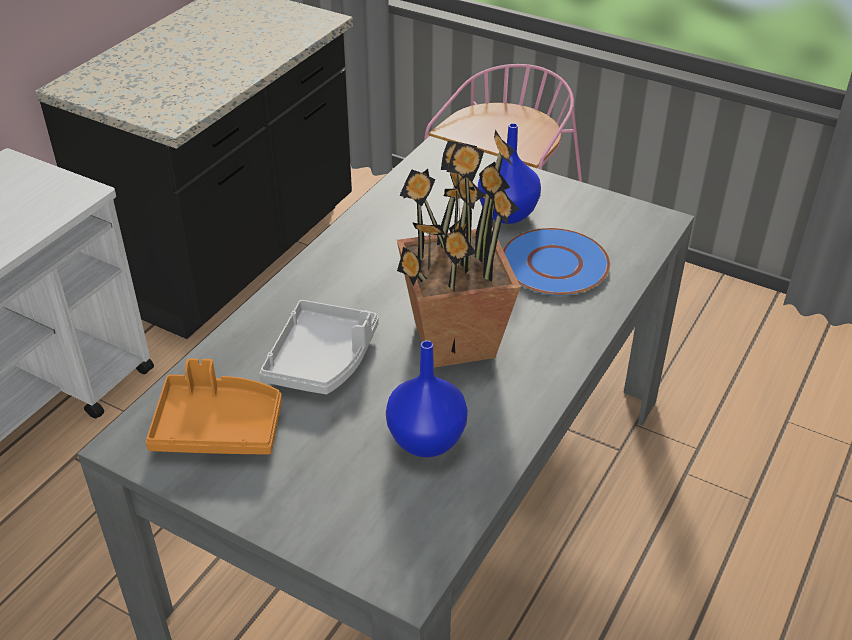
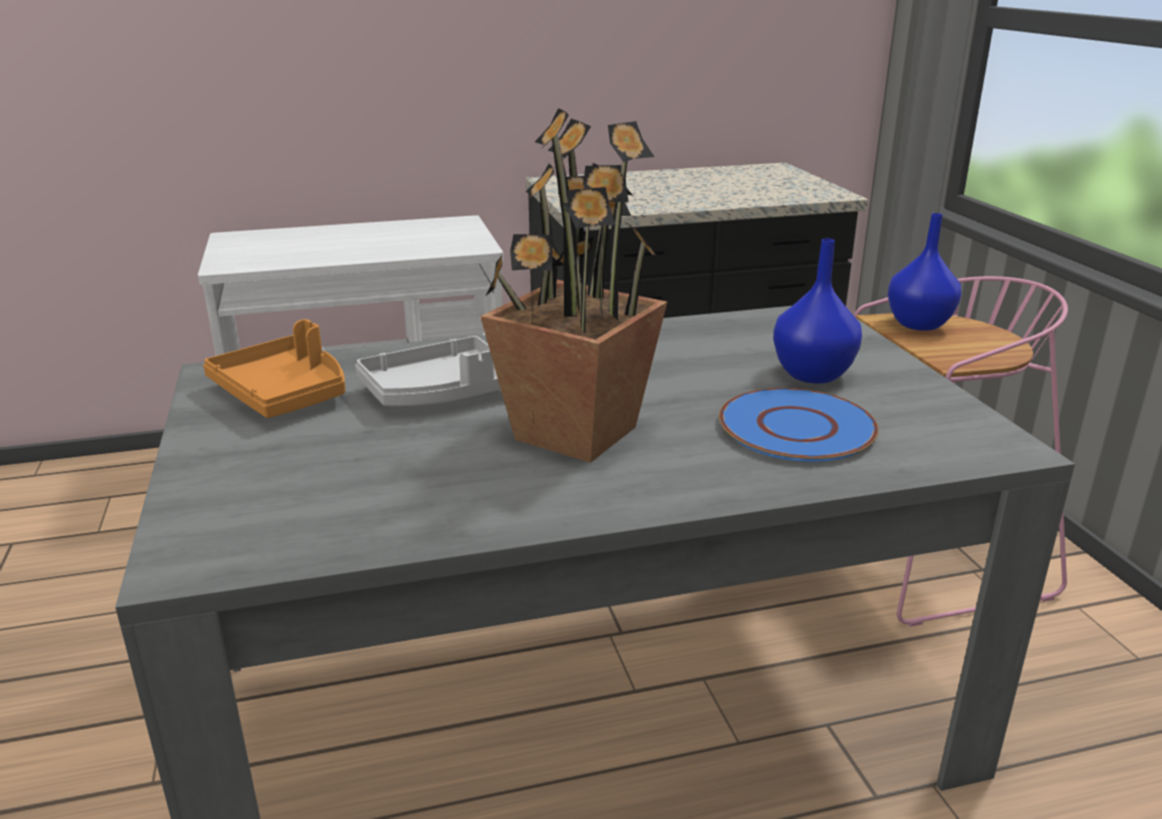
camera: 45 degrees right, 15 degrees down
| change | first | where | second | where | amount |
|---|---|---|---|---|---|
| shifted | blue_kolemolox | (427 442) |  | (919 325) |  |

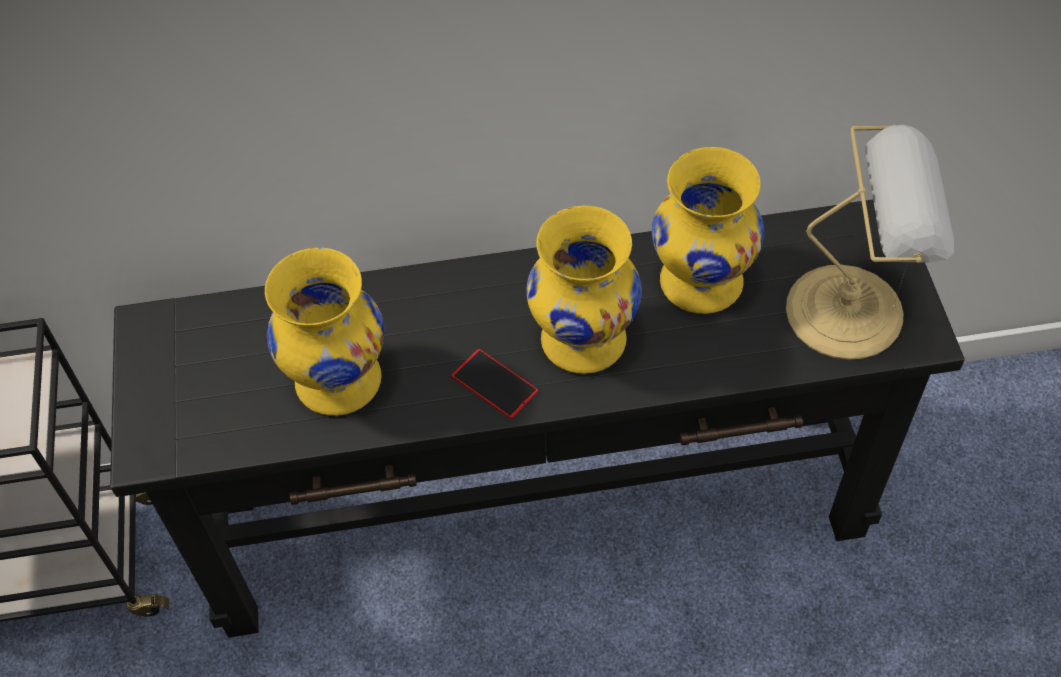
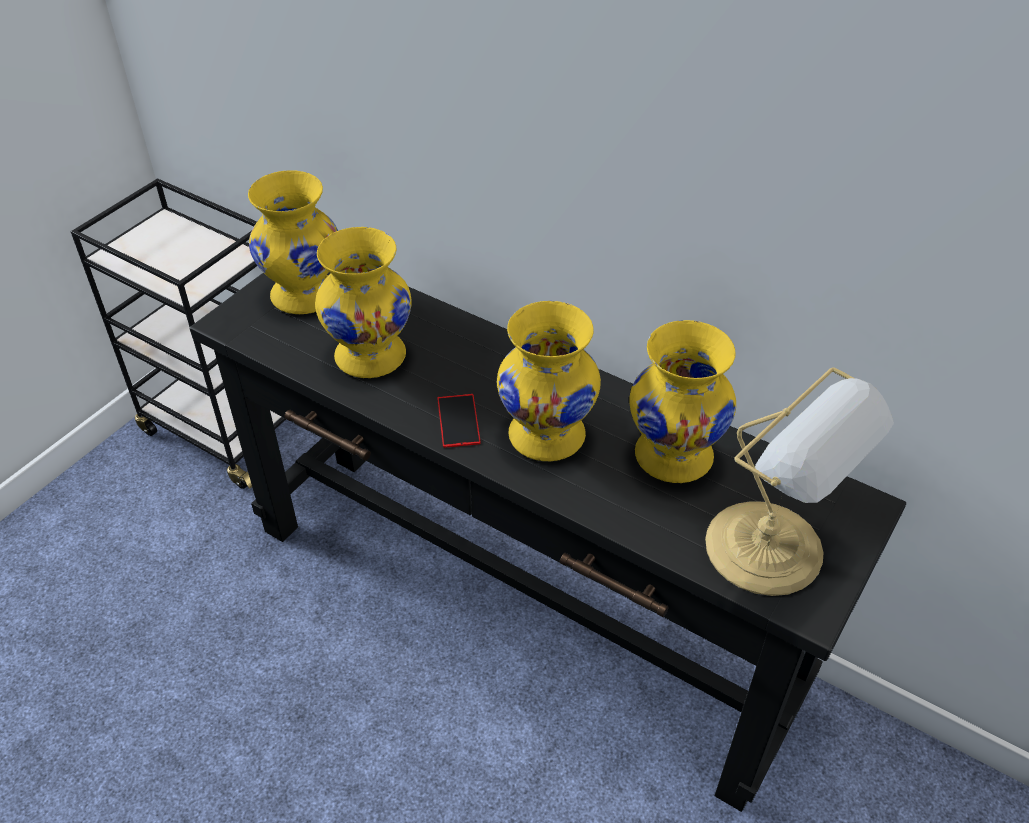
camera: 40 degrees right, 10 degrees down
| change | first | where | second | where | amount |
|---|---|---|---|---|---|
| new |  |  | yellow_kolemolox | (303 294) |  |

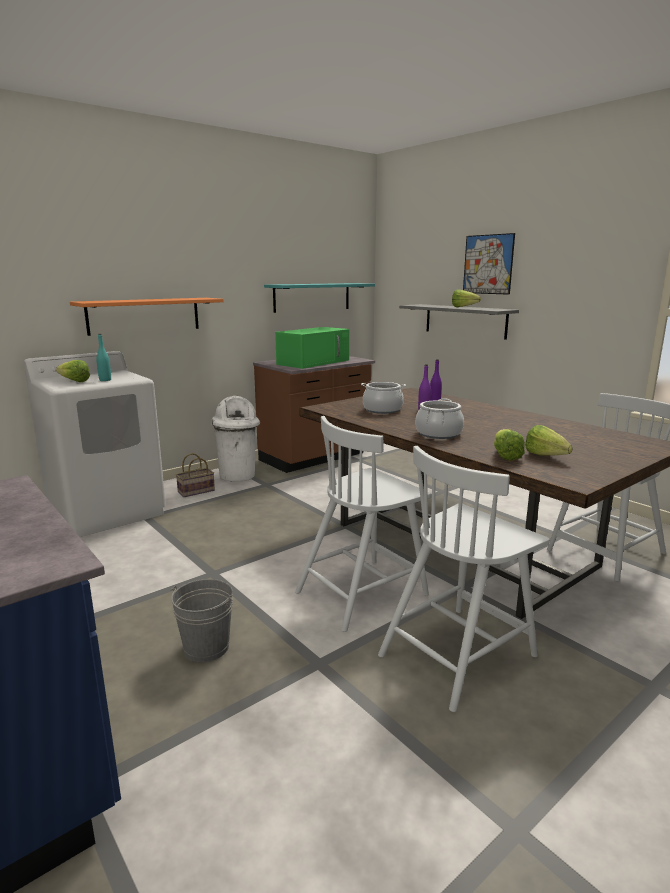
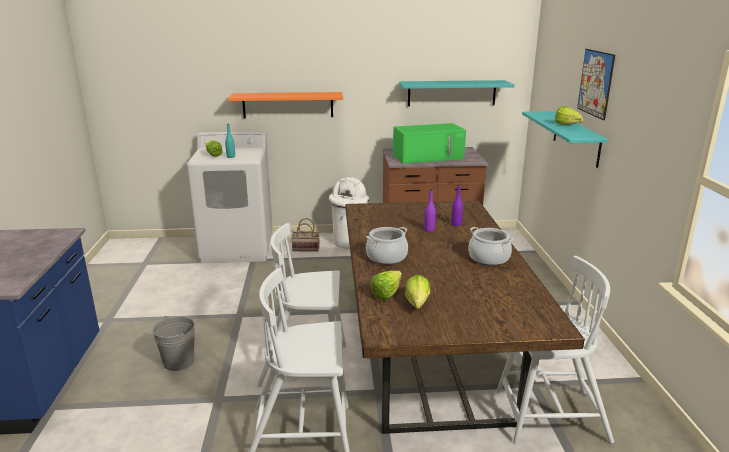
camera: 35 degrees right, 5 degrees up
| change | first | where | second | where | amount |
|---|---|---|---|---|---|
| shifted | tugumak | (382 410) |  | (489 258) |  |
| repainted | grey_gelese | (465 321) | turquoise_gelese | (576 138) |  |

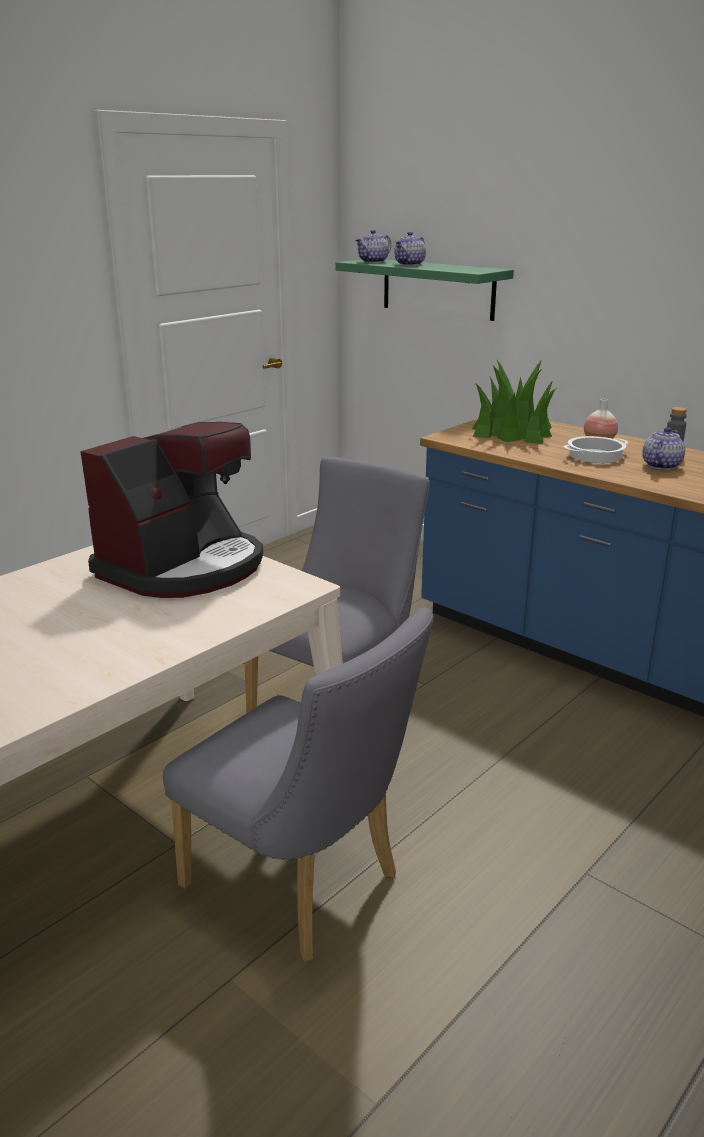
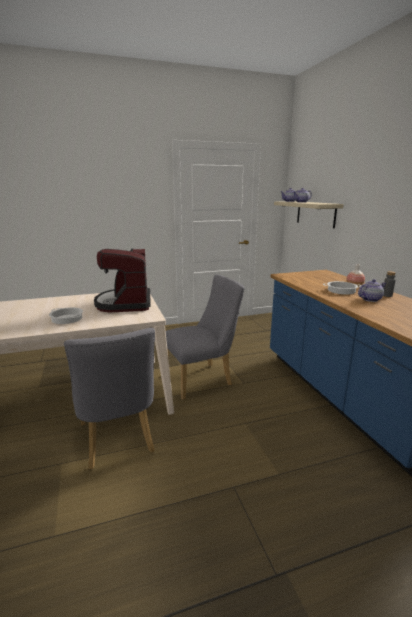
camera: 30 degrees right, 5 degrees down
| change | first | where | second | where | amount |
|---|---|---|---|---|---|
| rotated | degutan | (184 567) |  | (125 303) | 105 degrees clockwise |
| repainted | green_gelese | (438 289) | beige_gelese | (315 213) |  |
| gone | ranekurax | (512 432) |  |  |  |
| new |  |  | tugumak | (67 318) |  |

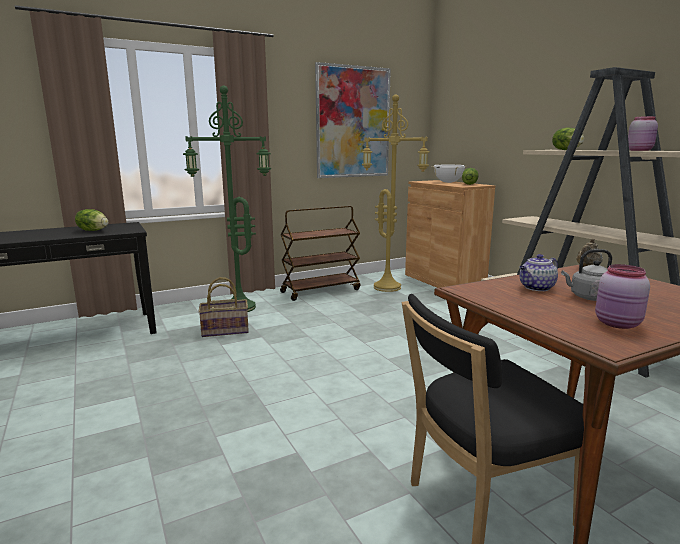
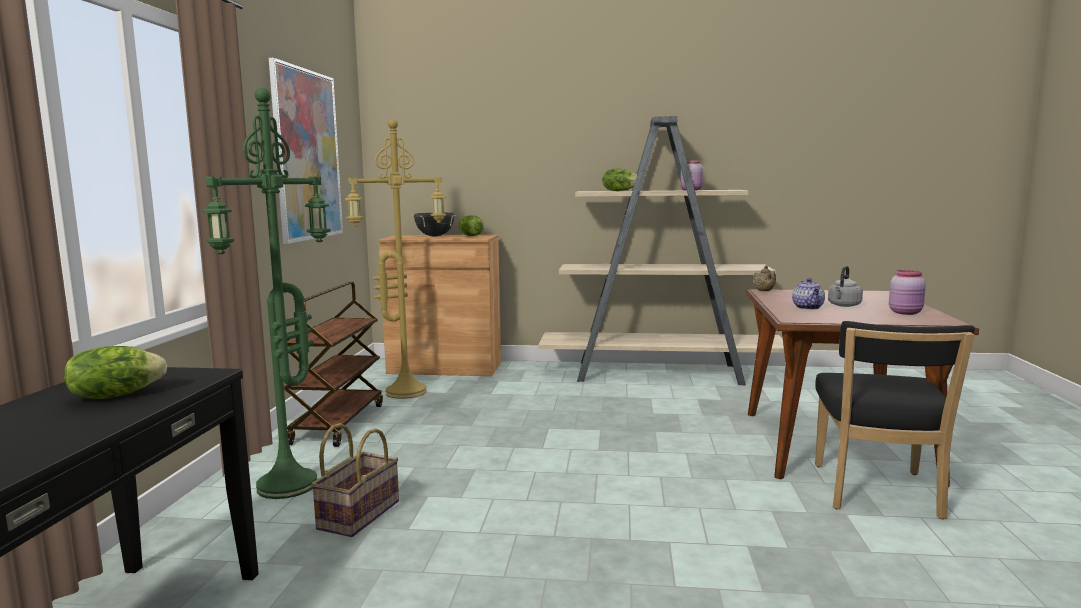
camera: 55 degrees left, 5 degrees down
| change | first | where | second | where | amount |
|---|---|---|---|---|---|
| repainted | white_tugumak | (448 182) | black_tugumak | (435 236) |  |

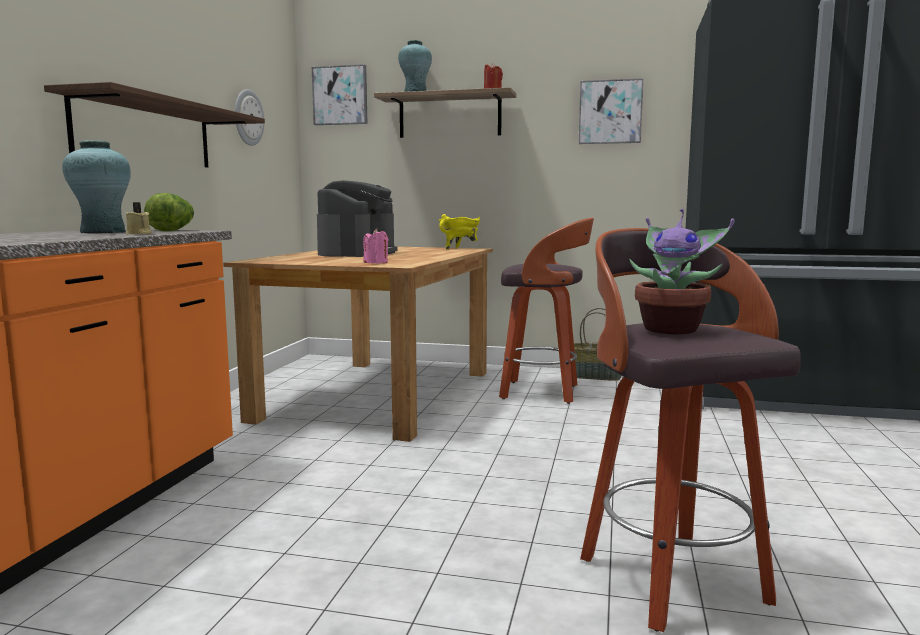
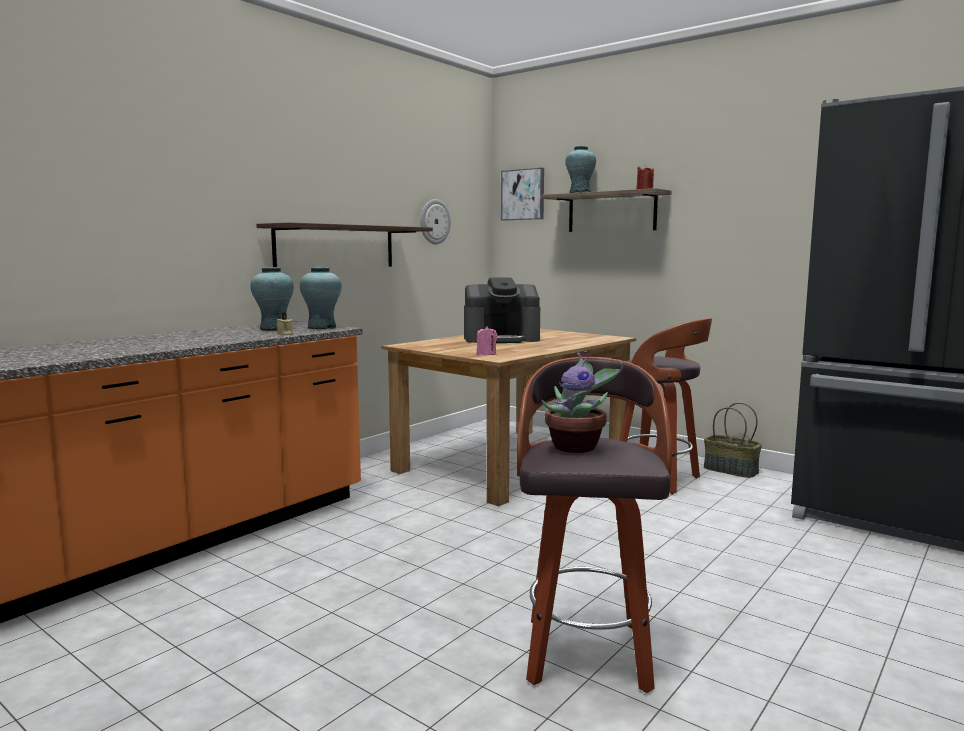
camera: 25 degrees right, 0 degrees up
| change | first | where | second | where | amount |
|---|---|---|---|---|---|
| swapped | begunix | (173 230) | turquoise_kolemolox | (322 327) |  |
| rotated | degutan | (357 253) |  | (501 339) | 45 degrees clockwise |
| gone | yellow_tugumak | (460 248) |  |  |  |
| gone | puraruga | (610 112) |  |  |  |

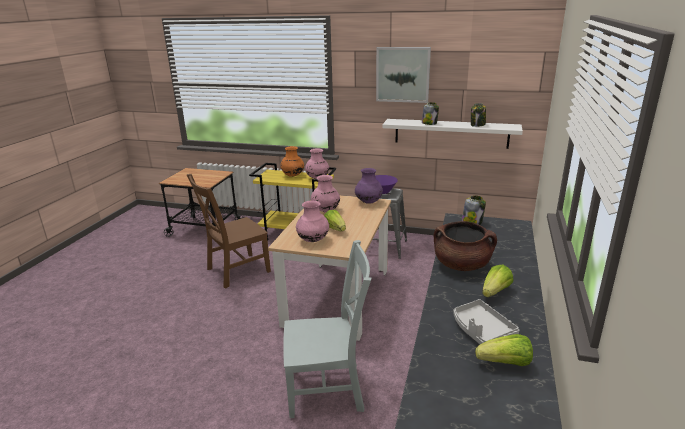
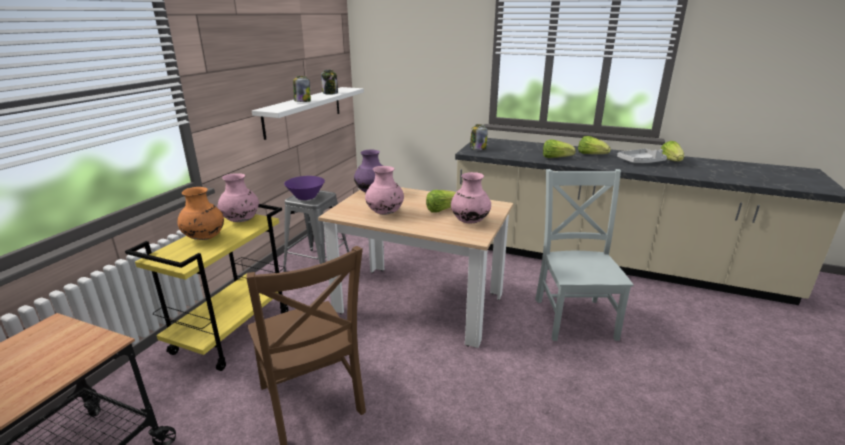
camera: 85 degrees left, 0 degrees up
| change | first | where | second | where | amount |
|---|---|---|---|---|---|
| gone | puraruga | (402 74) |  |  |  |
| swapped | brown_tugumak | (462 265) | begunix | (555 158) |  |

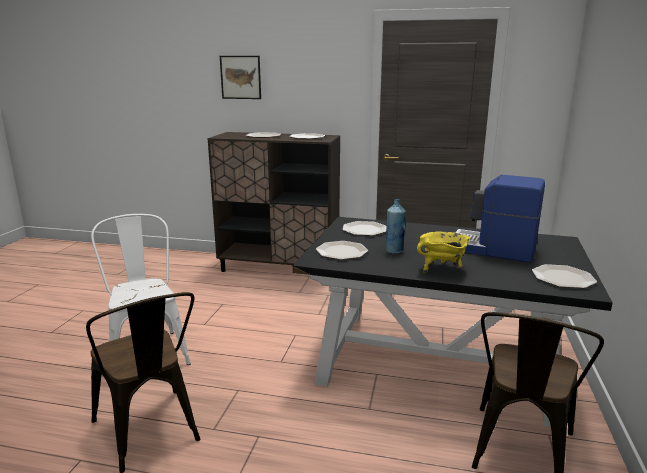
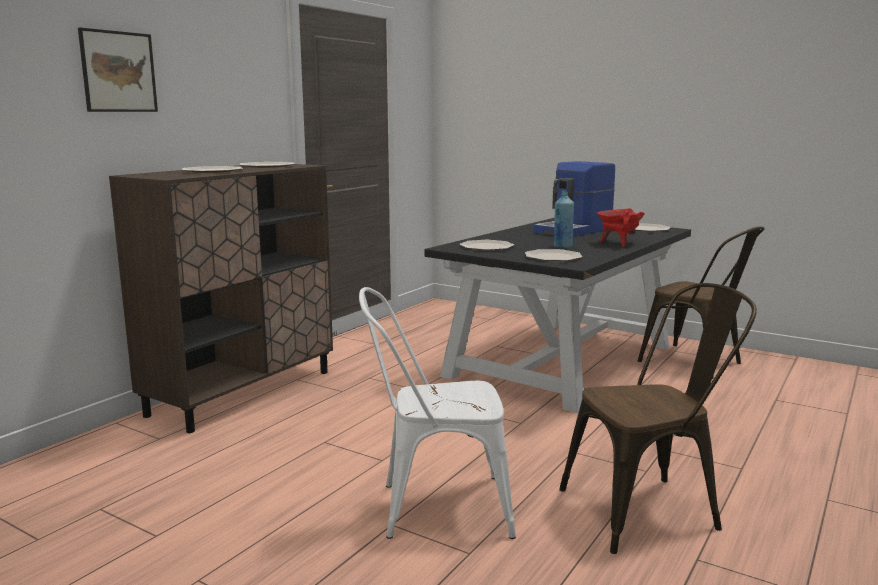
camera: 70 degrees left, 5 degrees down
| change | first | where | second | where | amount |
|---|---|---|---|---|---|
| repainted | yellow_tugumak | (442 270) | red_tugumak | (618 243) |  |

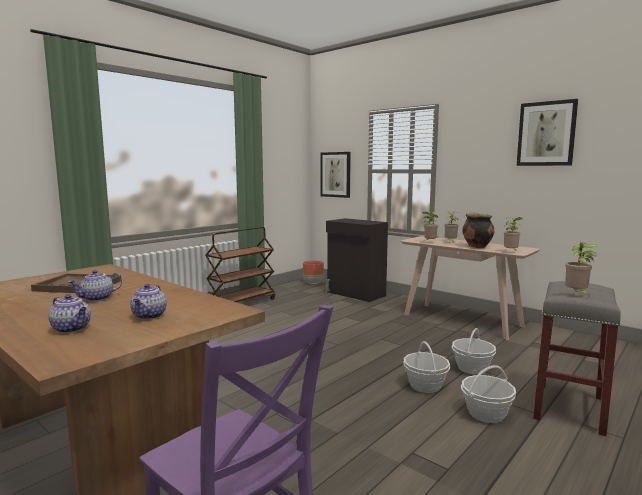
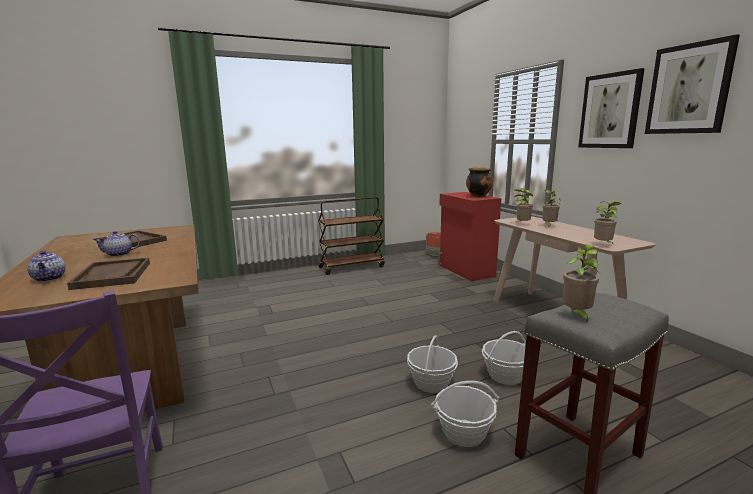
camera: 25 degrees right, 5 degrees up
| change | first | where | second | where | amount |
|---|---|---|---|---|---|
| swapped | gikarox | (149 316) | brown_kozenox | (113 275) |  |
| shifted | puraruga | (335 174) |  | (610 111) |  |
| repainted | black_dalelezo | (355 294) | red_dalelezo | (466 271) |  |
| shifted | tugumak | (476 246) |  | (478 196) |  |

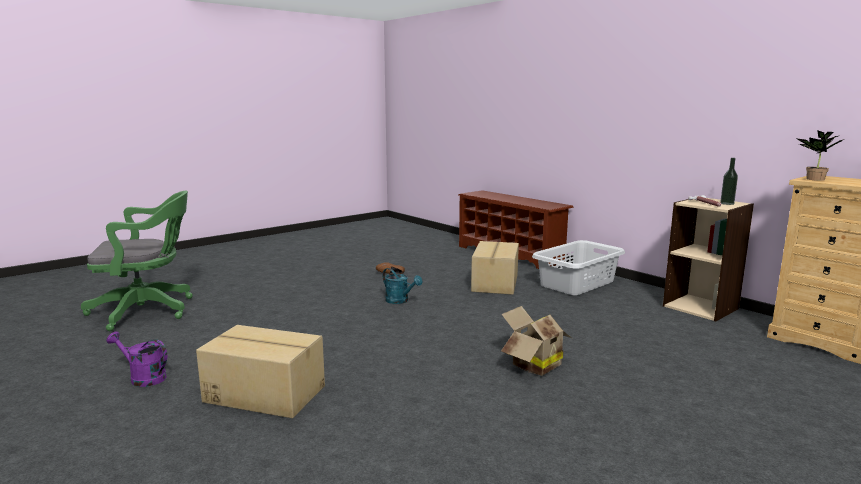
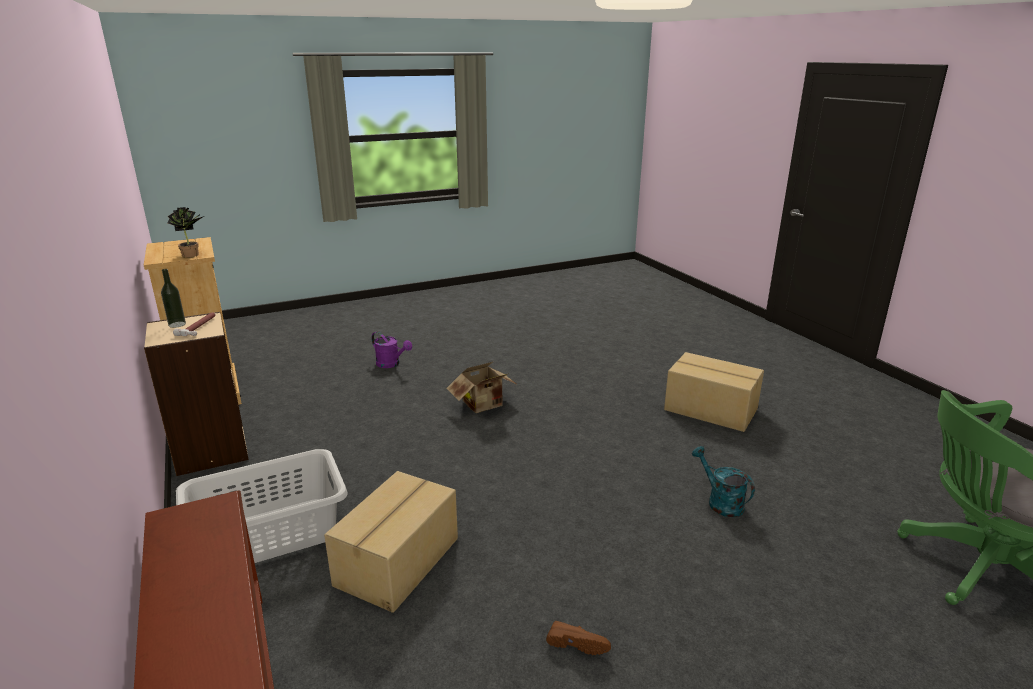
camera: 165 degrees left, 10 degrees up
| change | first | where | second | where | amount |
|---|---|---|---|---|---|
| shifted | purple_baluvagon | (143 378) |  | (391 364) |  |
| shifted | turquoise_baluvagon | (400 301) |  | (720 502) |  |

